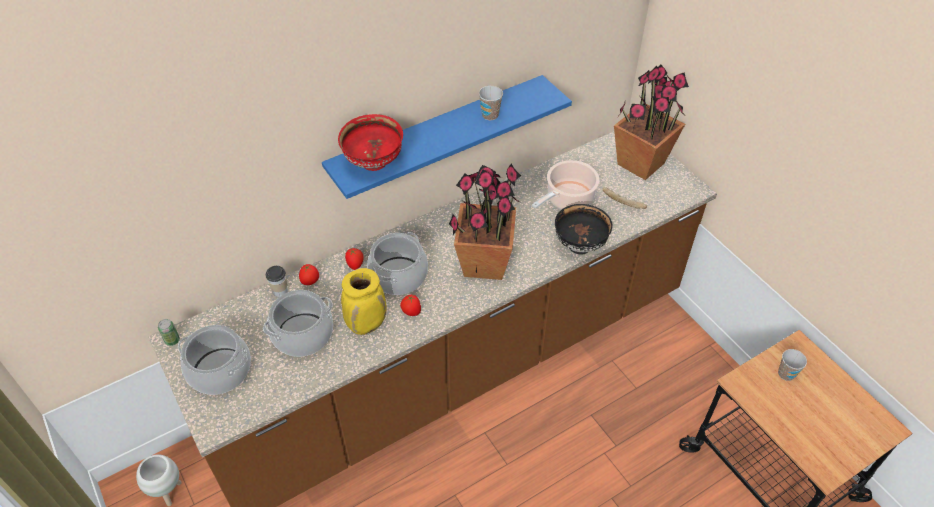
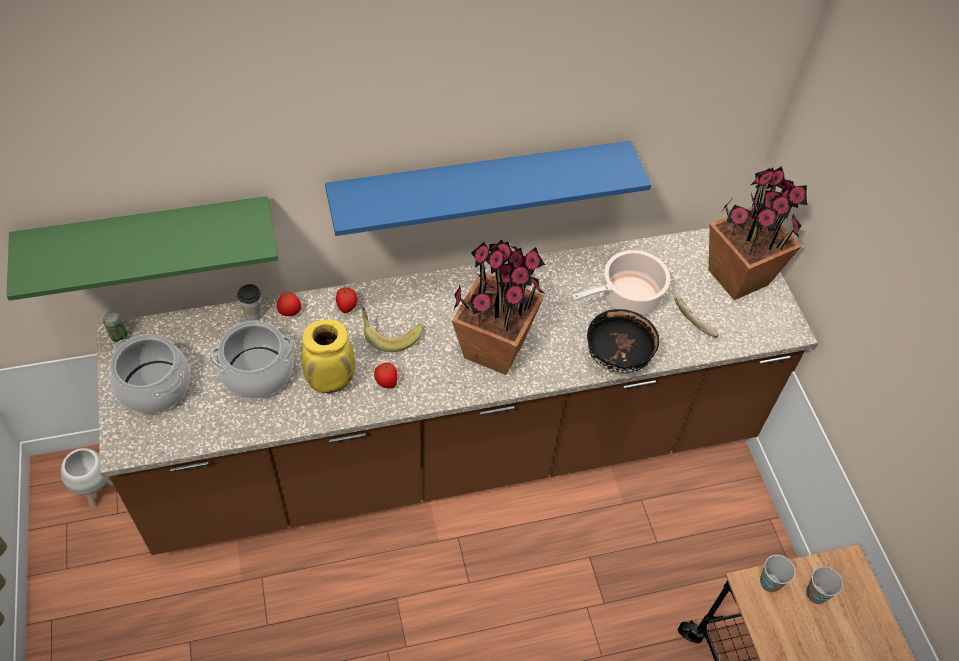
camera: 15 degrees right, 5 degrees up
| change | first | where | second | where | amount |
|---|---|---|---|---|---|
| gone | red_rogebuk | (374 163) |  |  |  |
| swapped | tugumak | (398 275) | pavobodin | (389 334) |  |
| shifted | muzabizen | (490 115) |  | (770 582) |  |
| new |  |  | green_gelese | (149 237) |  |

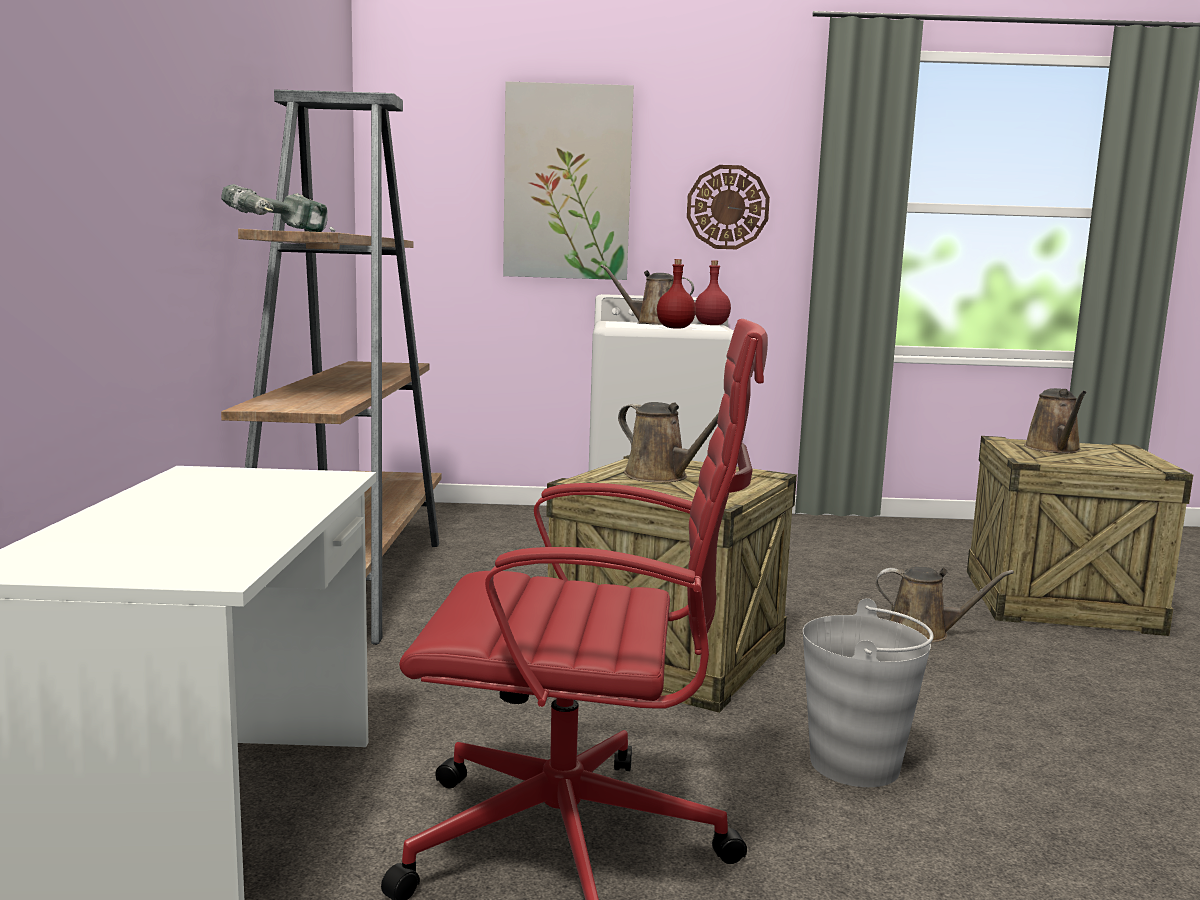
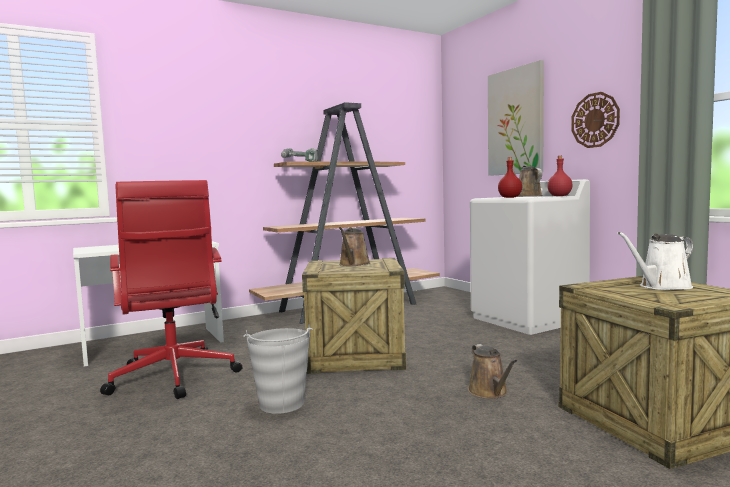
camera: 60 degrees right, 5 degrees down
| change | first | where | second | where | amount |
|---|---|---|---|---|---|
| repainted | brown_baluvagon | (1054 449) | white_baluvagon | (661 287) |  |

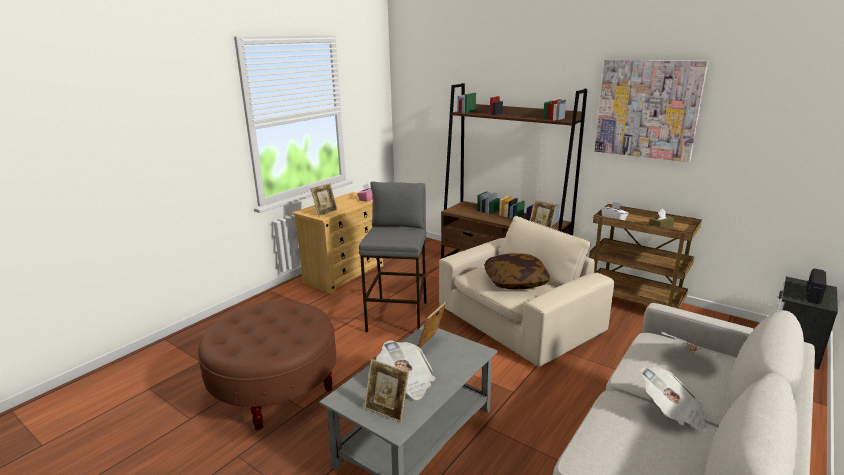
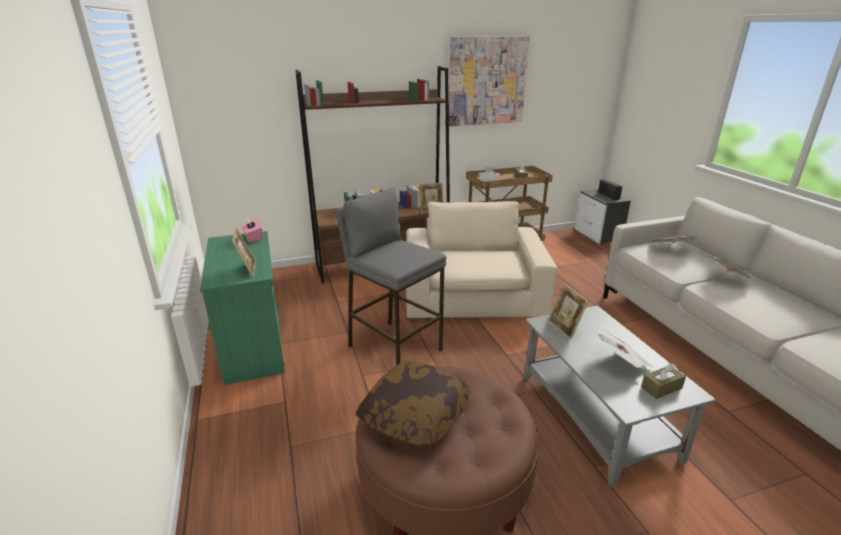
camera: 55 degrees left, 5 degrees up
| change | first | where | second | where | amount |
|---|---|---|---|---|---|
| repainted | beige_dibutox | (344 274) | green_dibutox | (253 346) |  |
| swapped | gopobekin | (387 410) | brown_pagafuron | (661 388) |  |
| shifted | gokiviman | (515 281) |  | (415 416) |  |

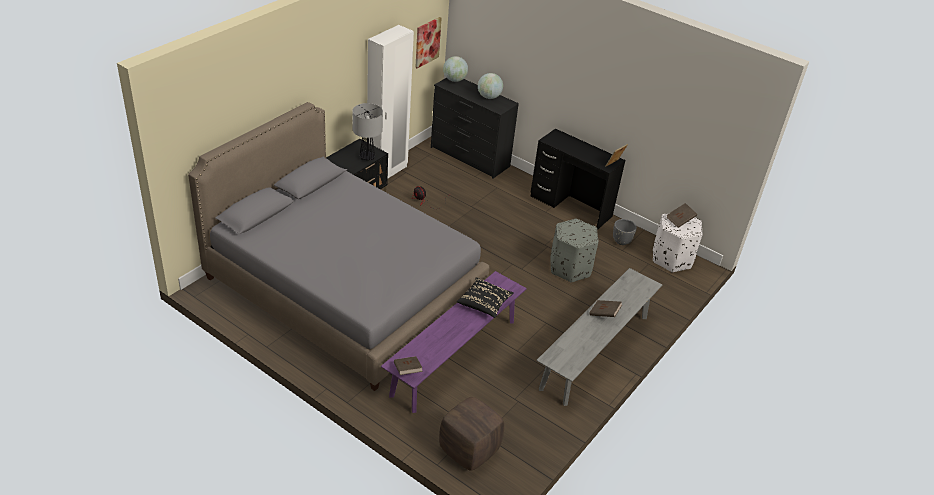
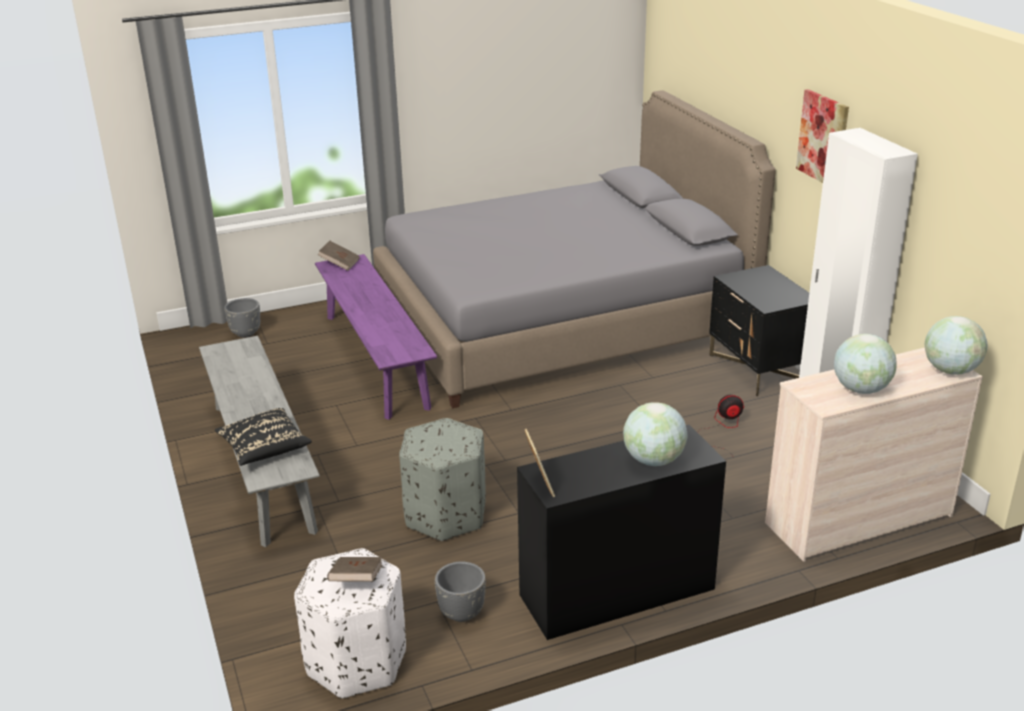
camera: 125 degrees right, 10 degrees down
| change | first | where | second | where | amount |
|---|---|---|---|---|---|
| gone | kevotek | (367 157) |  |  |  |
| shifted | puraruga | (427 42) |  | (823 138) |  |
| repainted | black_dibutox | (469 157) | beige_dibutox | (857 519) |  |
| swapped | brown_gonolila | (469 450) | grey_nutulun | (245 333) |  |
| shifted | black_gokiviman | (484 304) |  | (264 449) |  |
| gone | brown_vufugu | (604 314) |  |  |  |
| new |  |  | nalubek | (653 460) |  |

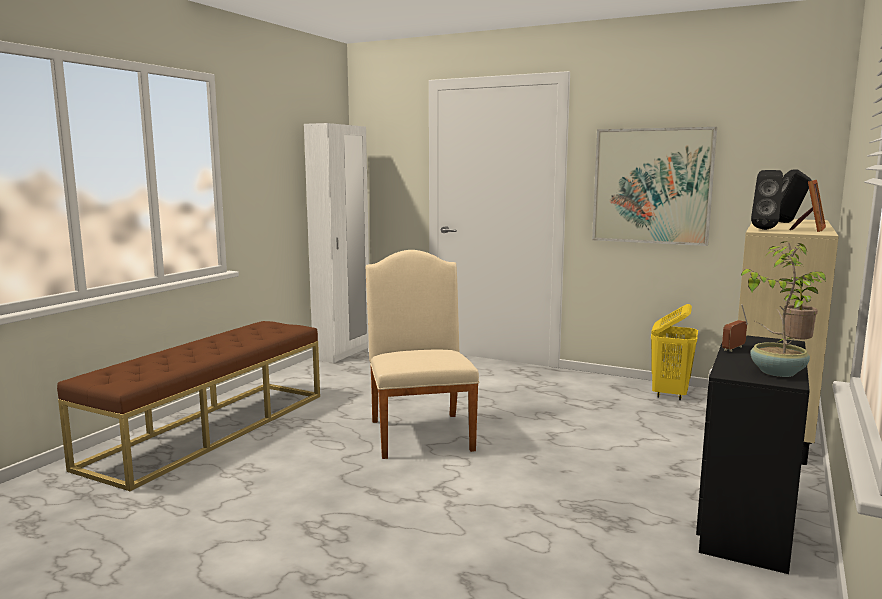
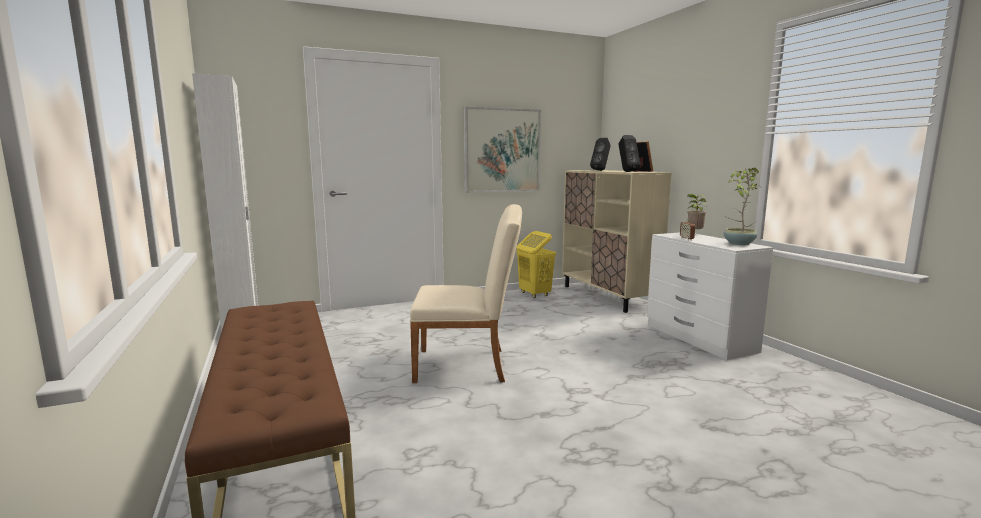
camera: 50 degrees left, 0 degrees up
| change | first | where | second | where | amount |
|---|---|---|---|---|---|
| rotated | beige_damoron | (420 431) |  | (468 365) | 150 degrees clockwise |
| repainted | black_dibutox | (744 518) | white_dibutox | (699 338) |  |

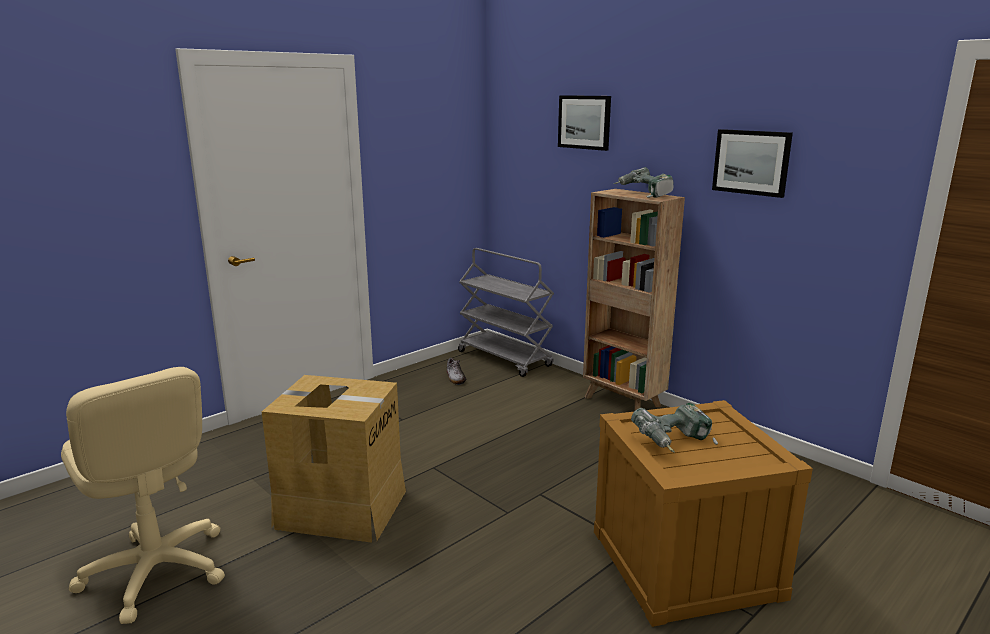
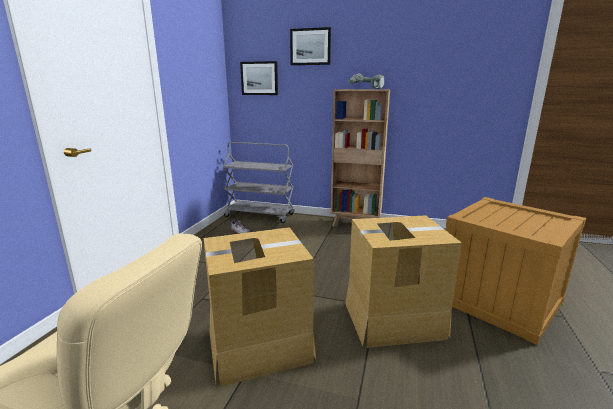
camera: 30 degrees left, 0 degrees up
| change | first | where | second | where | amount |
|---|---|---|---|---|---|
| gone | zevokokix | (674 443) |  |  |  |
| shifted | puraruga | (751 162) |  | (259 78) |  |
| new |  |  | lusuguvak | (393 319) |  |

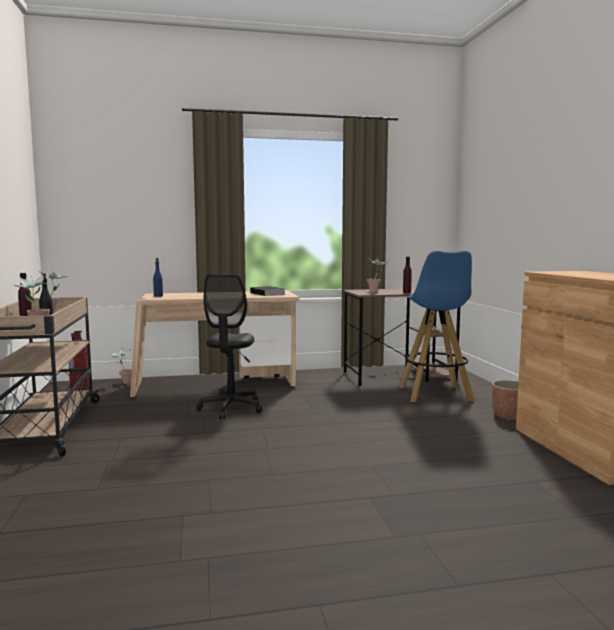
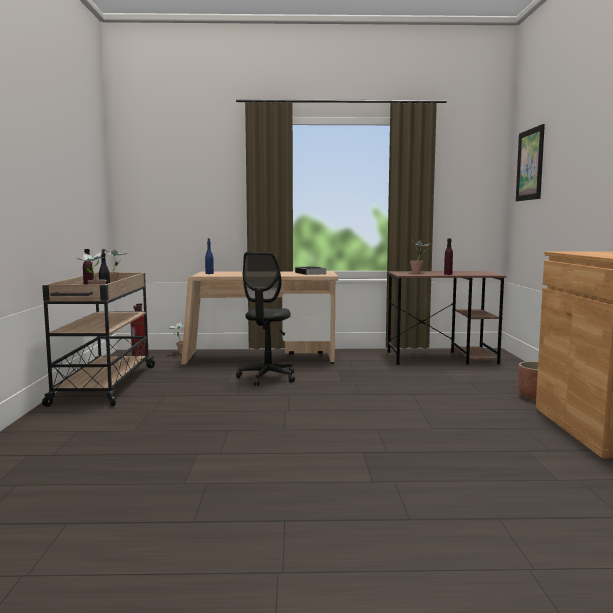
camera: 10 degrees right, 0 degrees up
| change | first | where | second | where | amount |
|---|---|---|---|---|---|
| gone | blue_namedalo | (435 395) |  |  |  |
| new |  |  | puraruga | (530 164) |  |

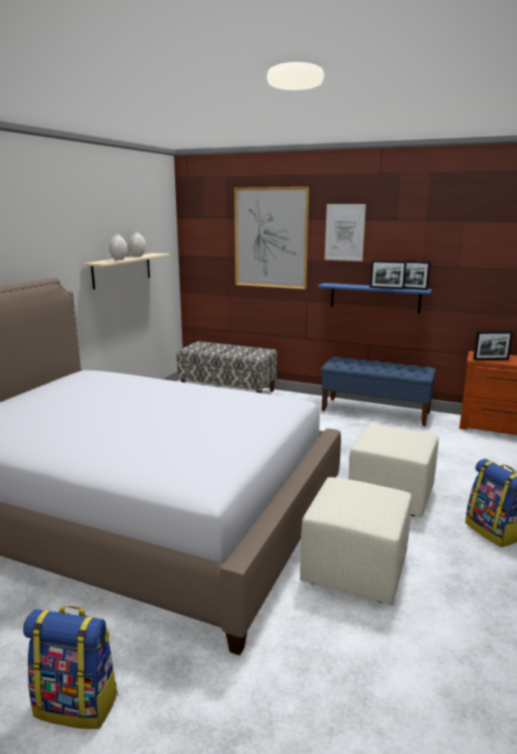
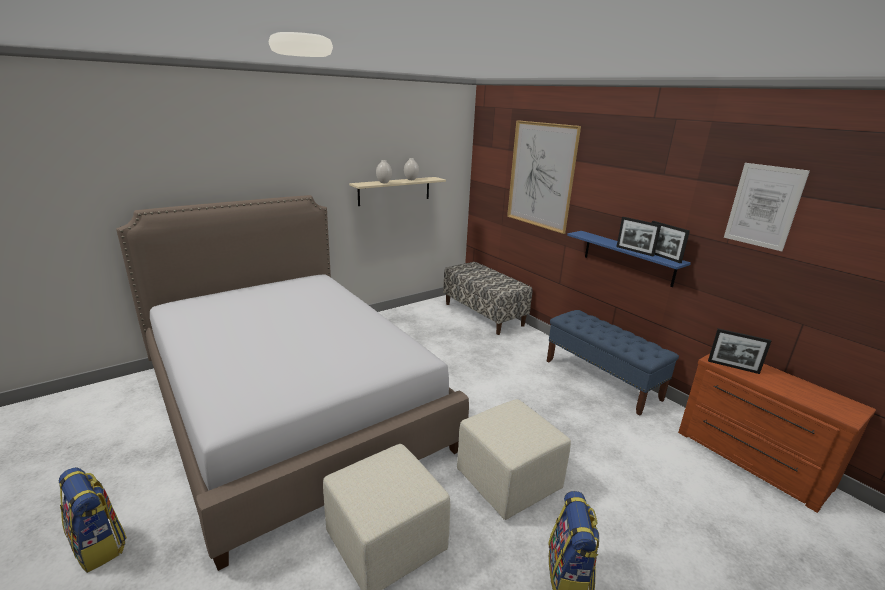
camera: 30 degrees right, 5 degrees up
| change | first | where | second | where | amount |
|---|---|---|---|---|---|
| shifted | puraruga | (344 232) |  | (763 206) |  |

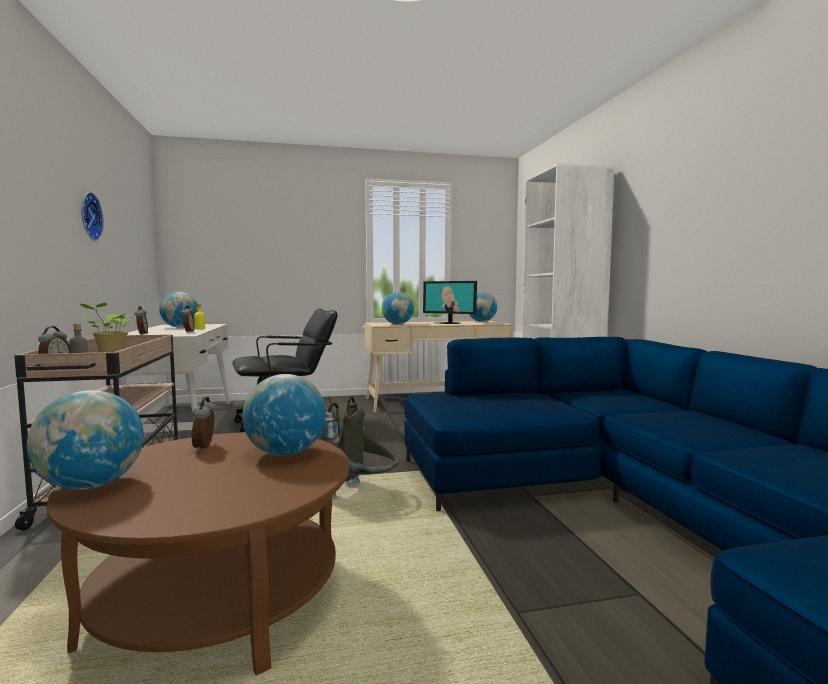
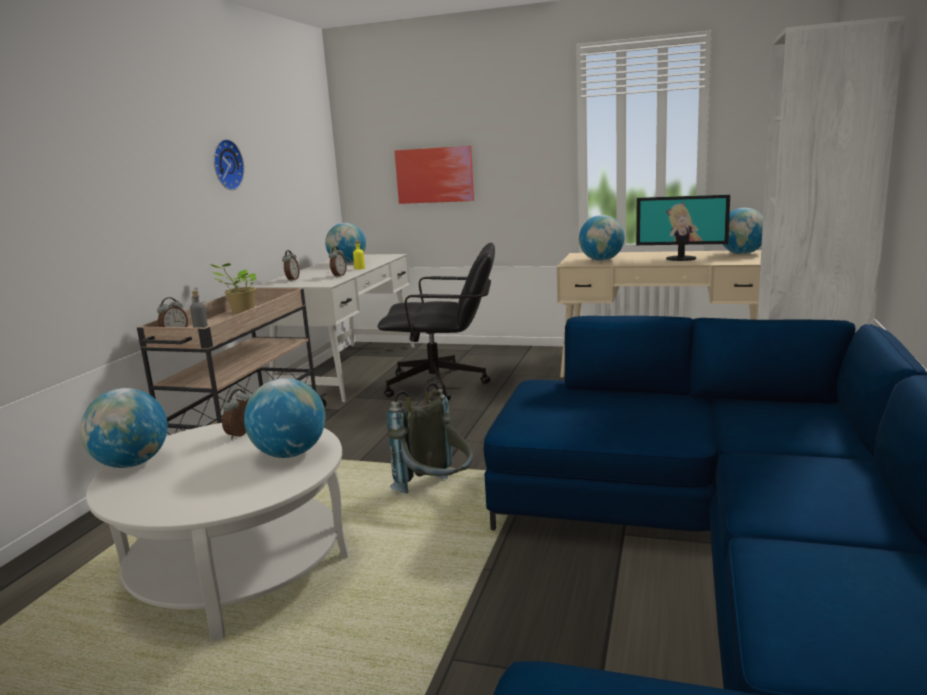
camera: 30 degrees right, 10 degrees up
| change | first | where | second | where | amount |
|---|---|---|---|---|---|
| repainted | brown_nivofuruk | (219 596) | white_nivofuruk | (238 569) |  |
| rotated | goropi | (449 323) |  | (681 258) | 45 degrees counterclockwise |
| new |  |  | puraruga | (434 175) |  |

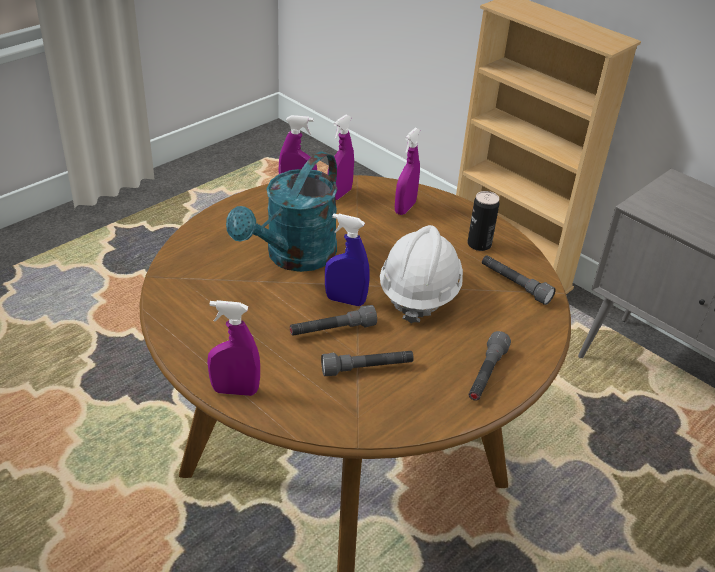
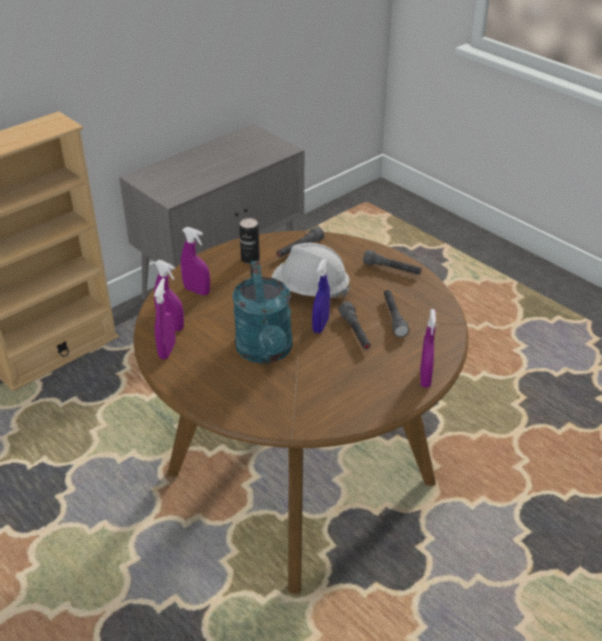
camera: 85 degrees left, 0 degrees up
| change | first | where | second | where | amount |
|---|---|---|---|---|---|
| rotated | turquoise_baluvagon | (293 258) |  | (266 352) | 45 degrees clockwise |

